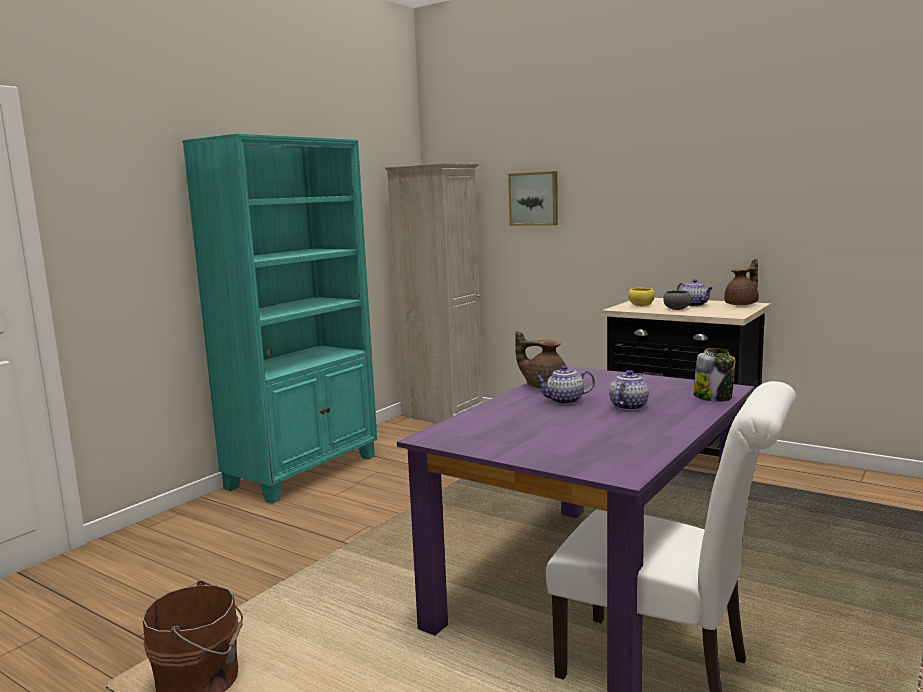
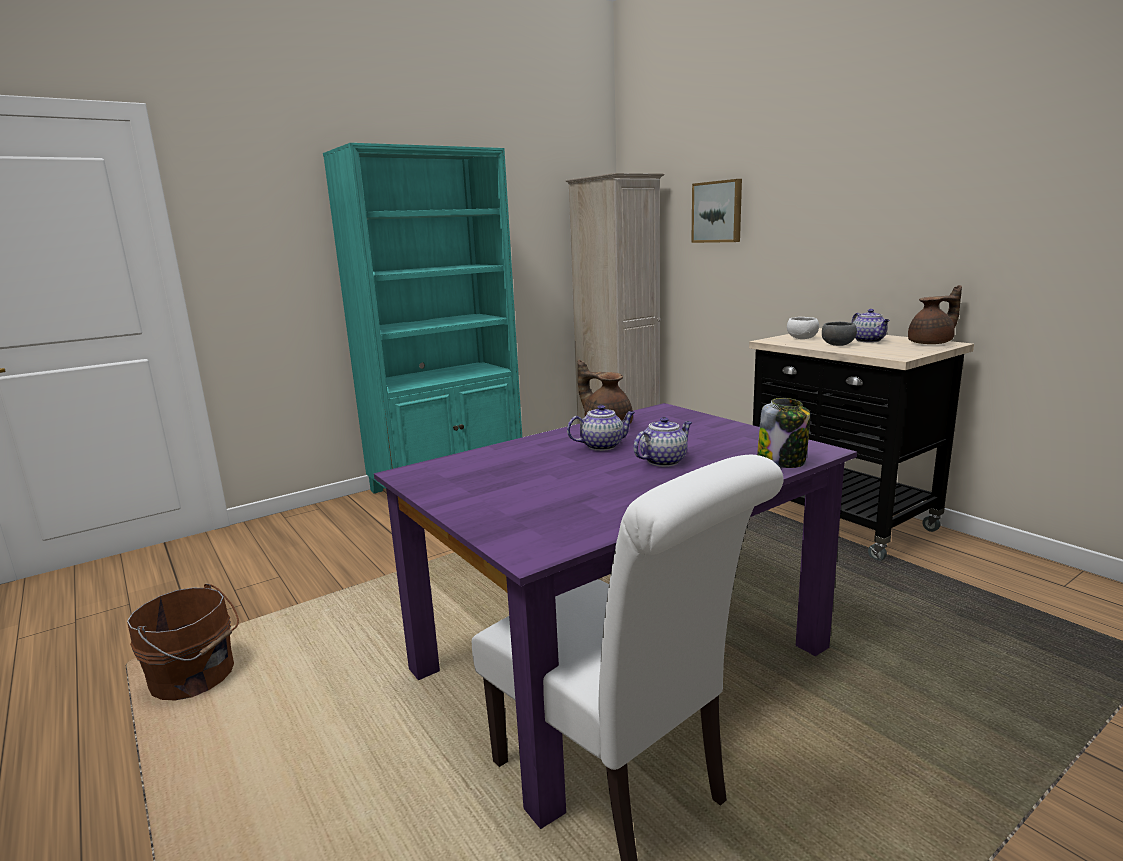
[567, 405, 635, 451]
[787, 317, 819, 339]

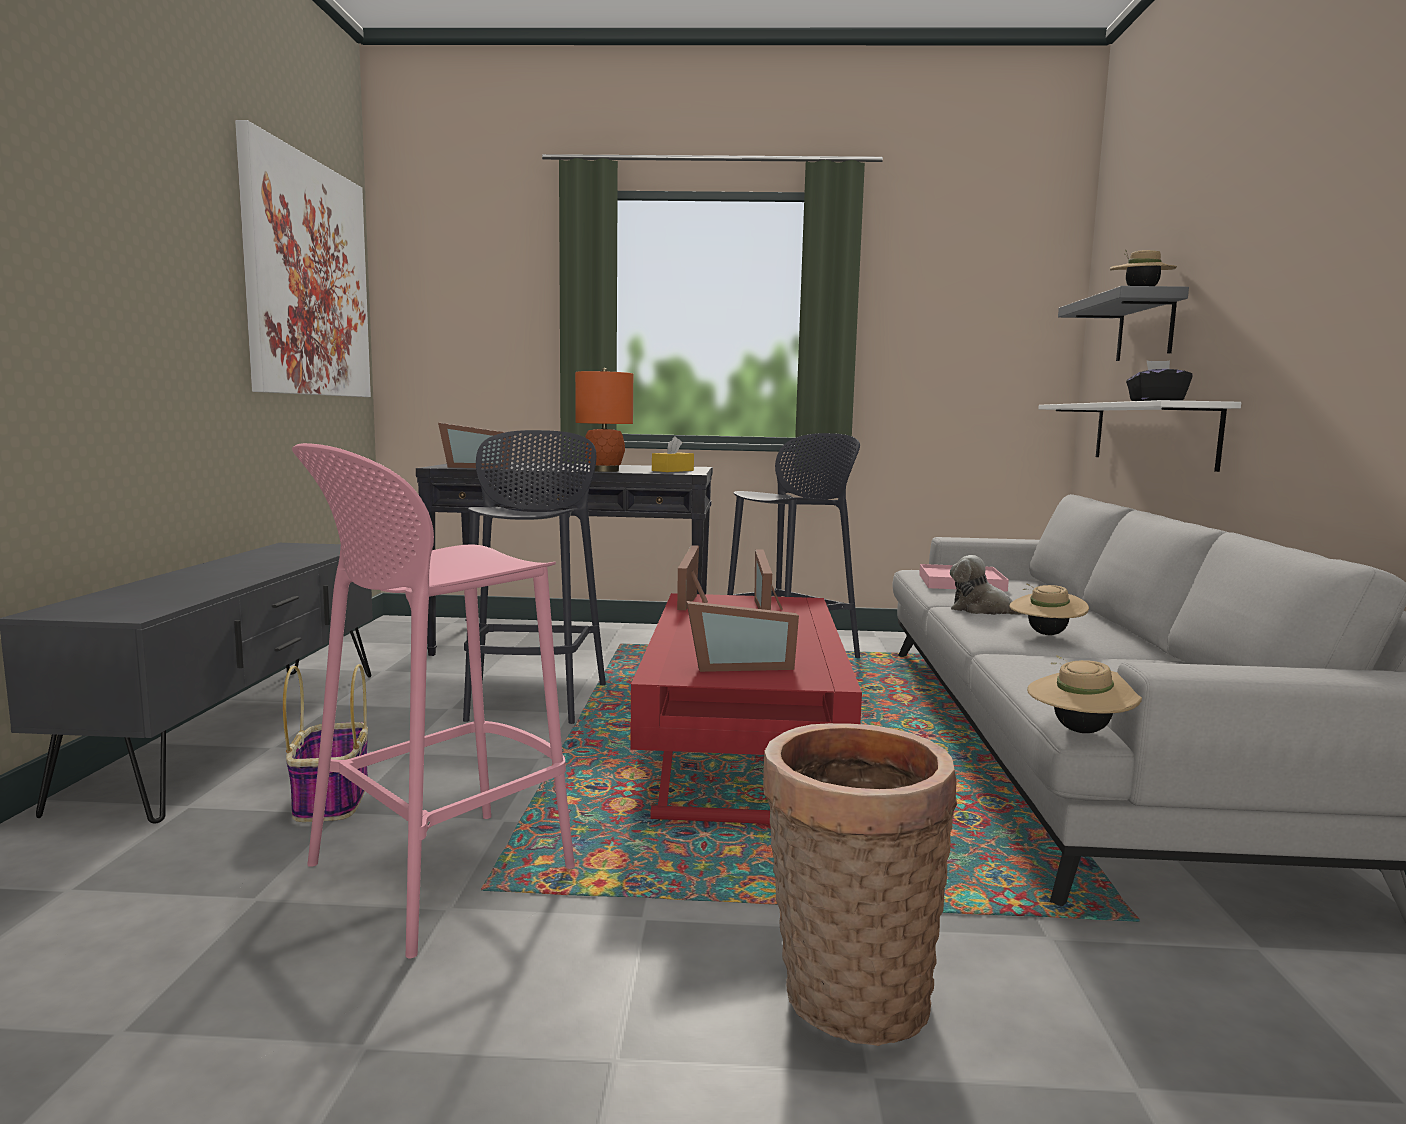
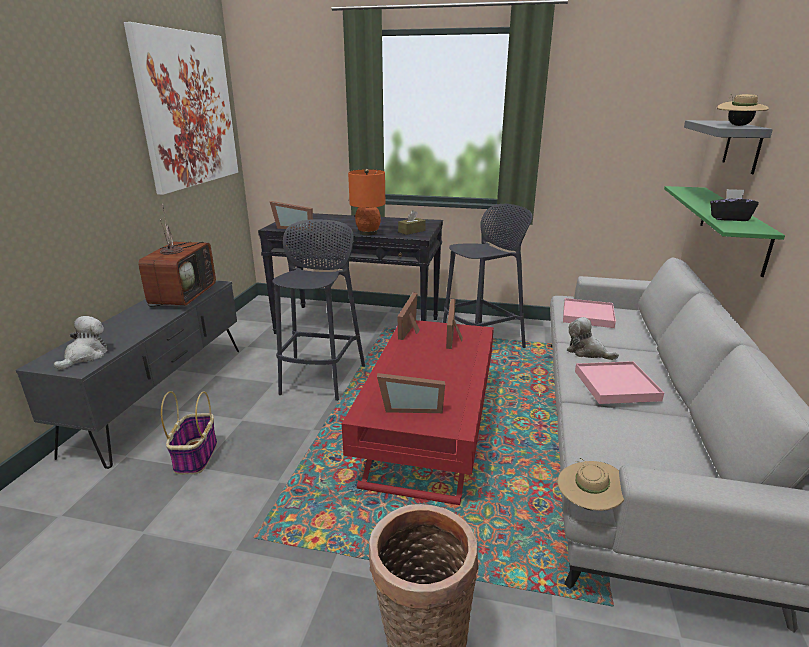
[292, 443, 575, 959] (first image)
[398, 210, 426, 235]
[575, 361, 664, 404]
[664, 186, 785, 277]
[54, 316, 108, 370]
[138, 204, 216, 307]

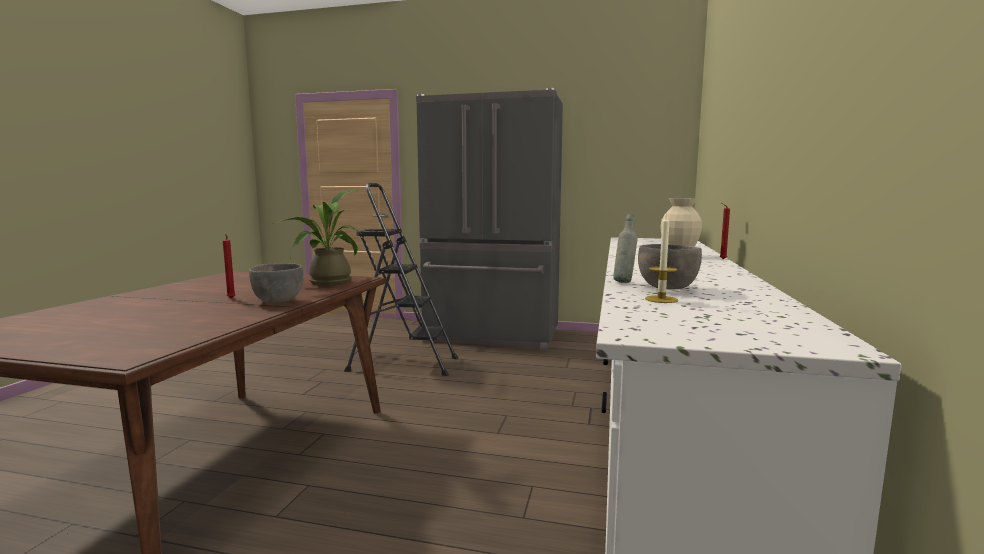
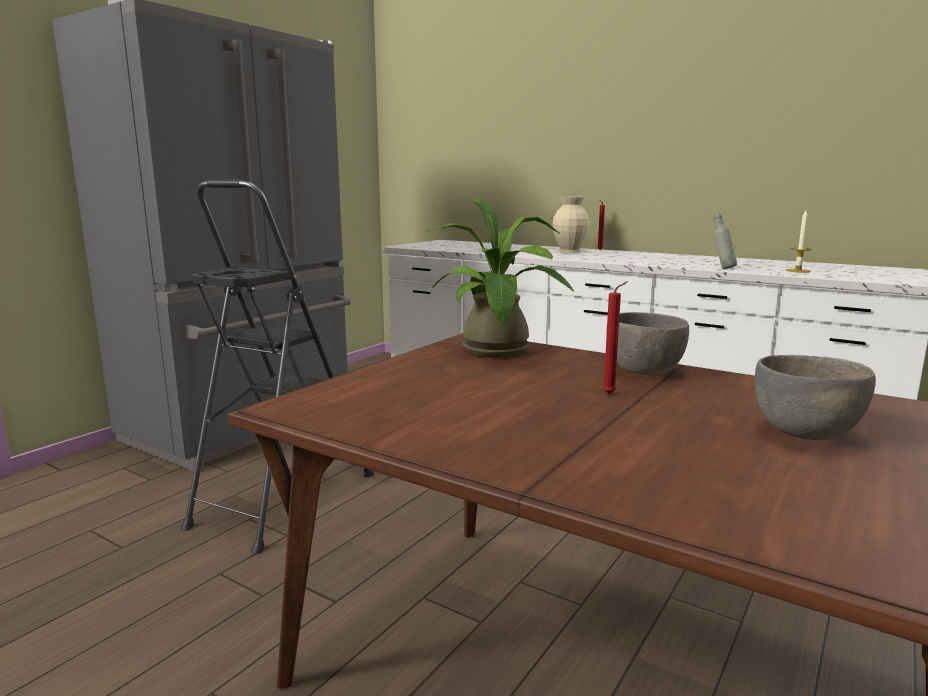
[755, 355, 876, 440]

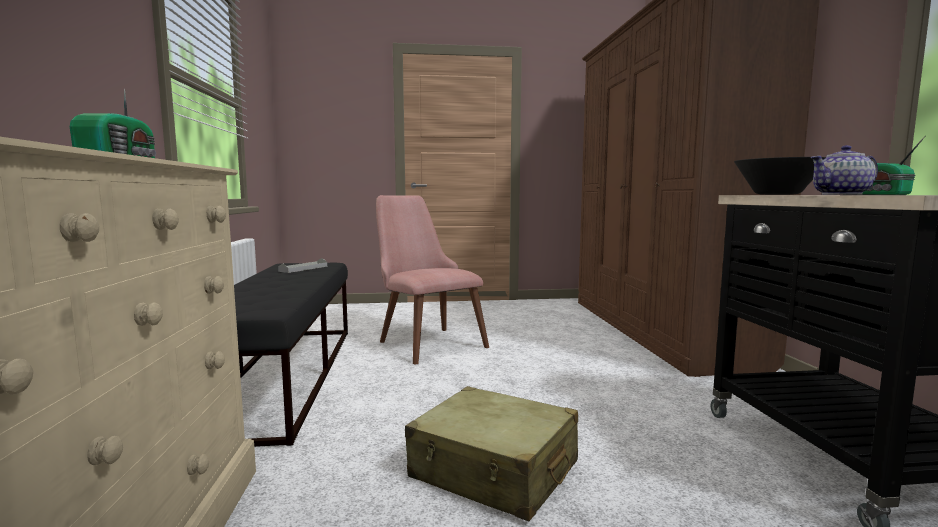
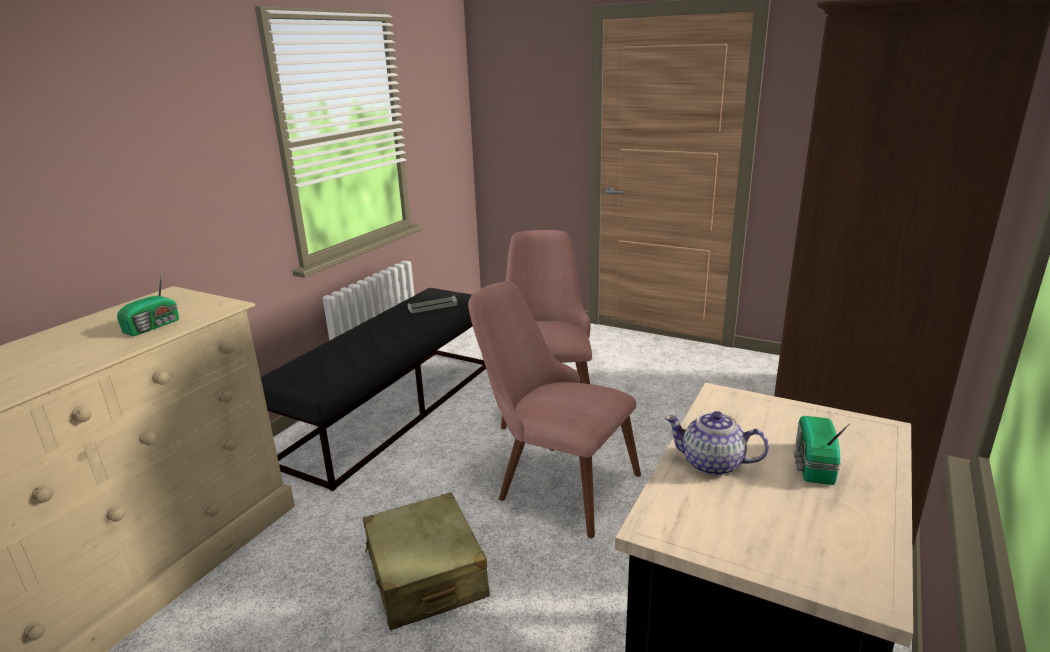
[734, 157, 826, 195] (first image)
[468, 281, 641, 538]

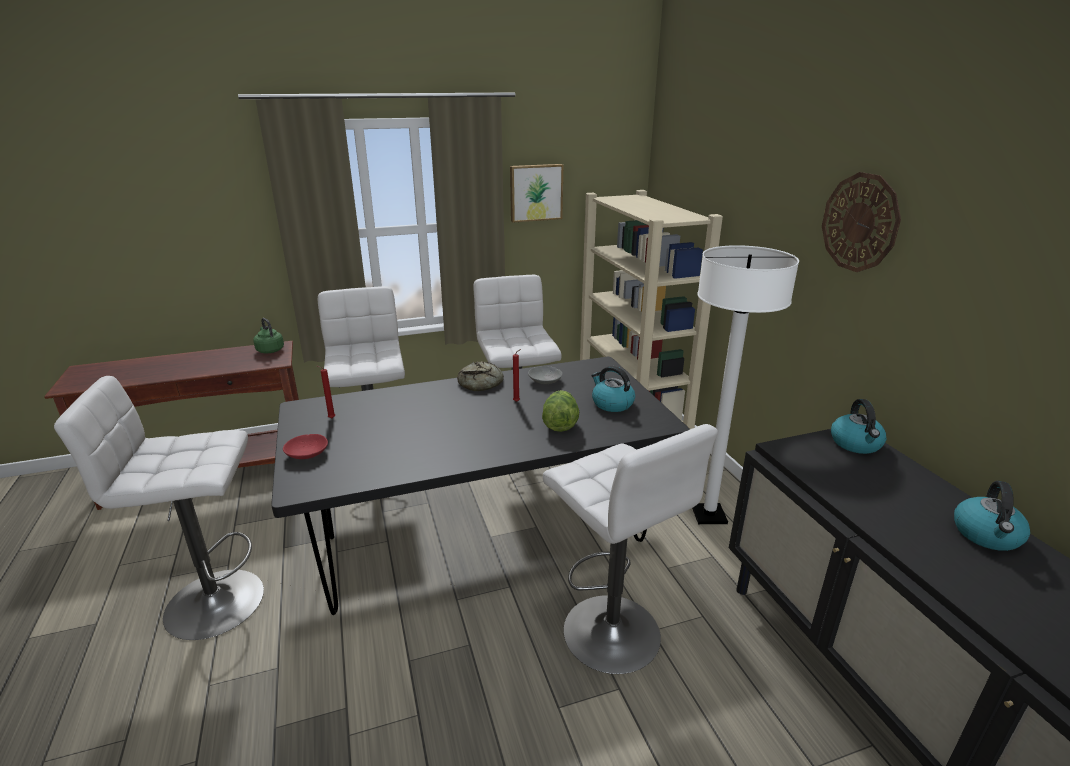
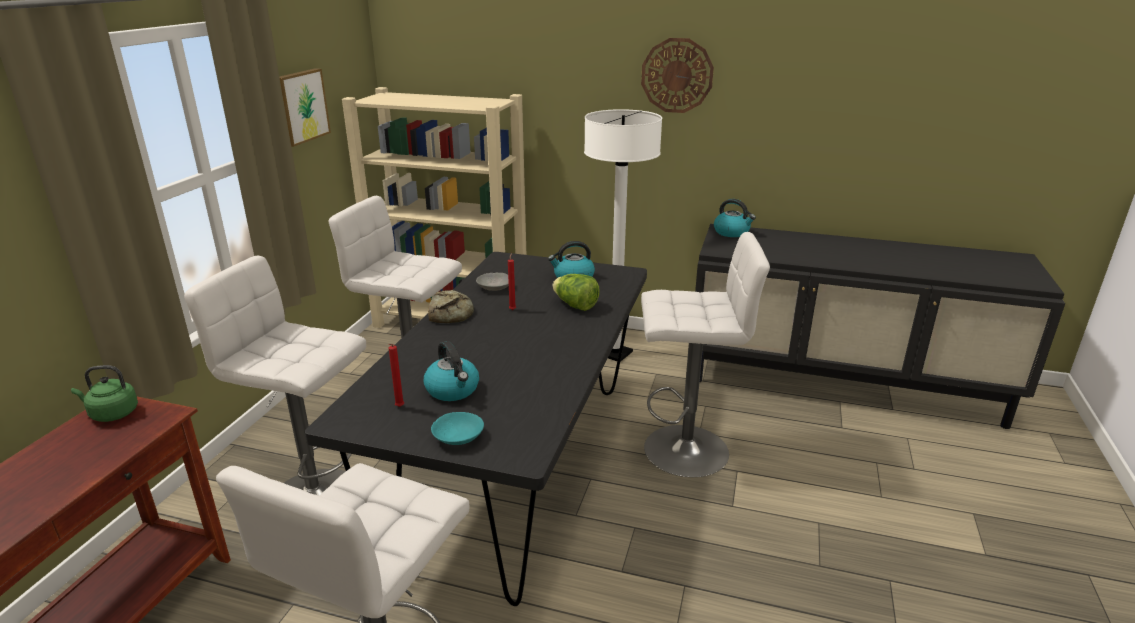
[431, 412, 484, 445]
[424, 341, 479, 401]

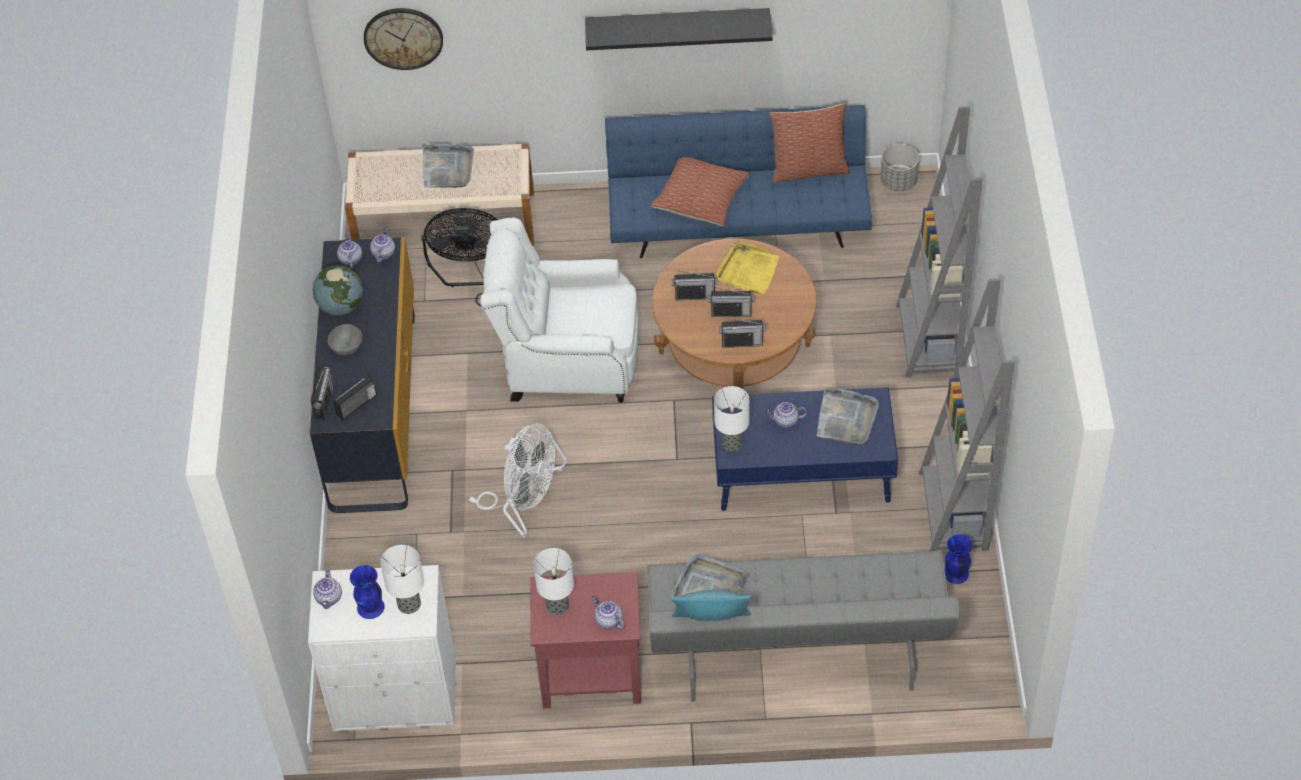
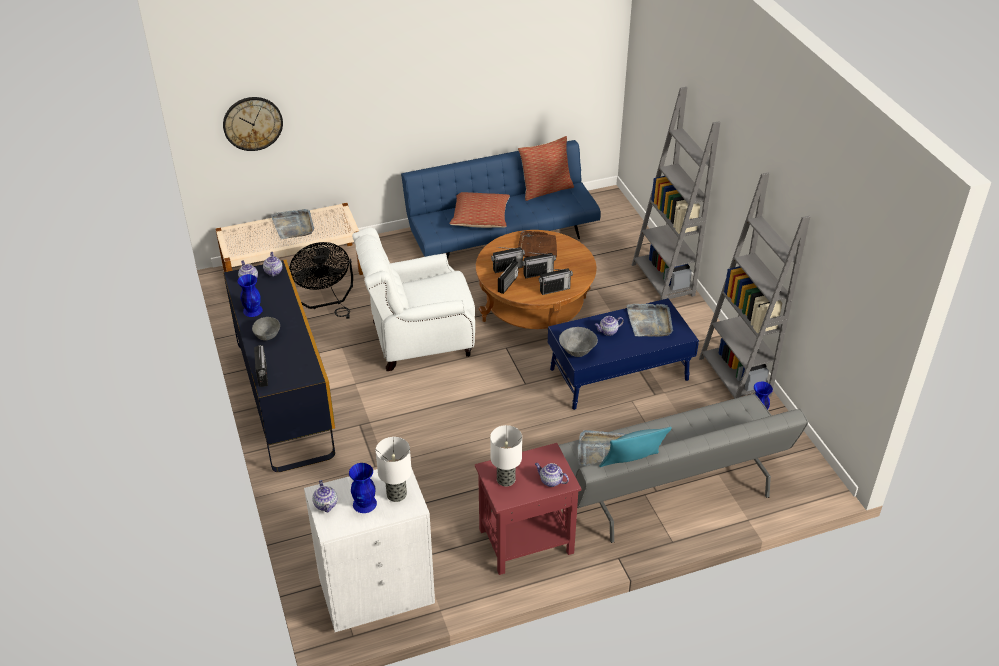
[237, 274, 263, 317]
[498, 261, 518, 294]
[468, 423, 567, 538] (first image)
[585, 8, 772, 50] (first image)
[559, 327, 598, 357]
[518, 231, 557, 258]
[880, 144, 919, 191] (first image)

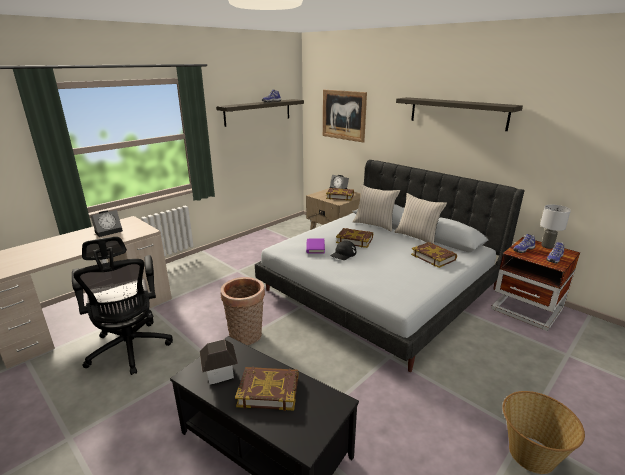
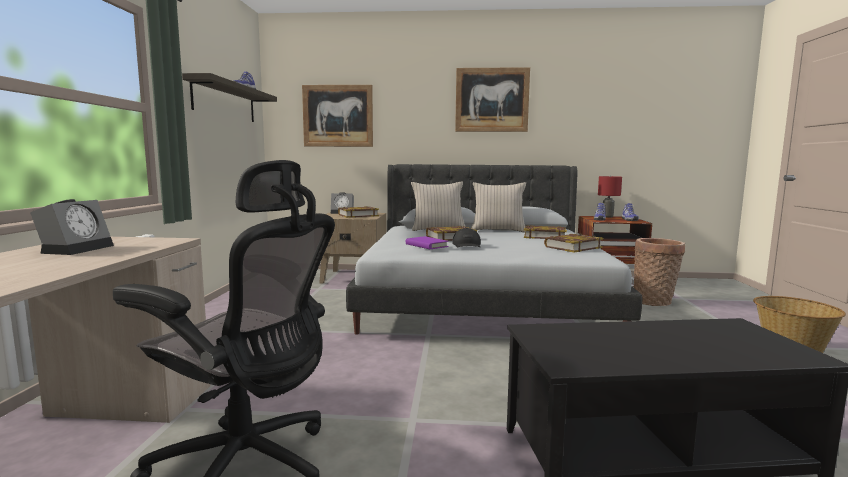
[200, 339, 238, 385] (first image)
[634, 238, 685, 306]
[544, 234, 603, 252]
[455, 67, 530, 132]
[598, 176, 622, 218]

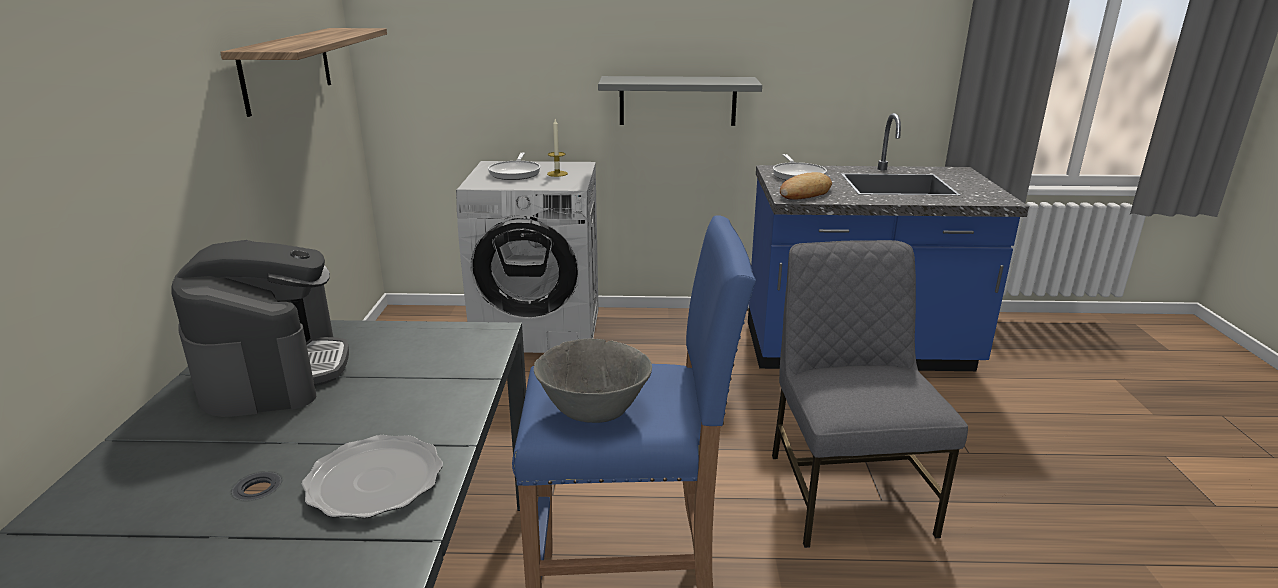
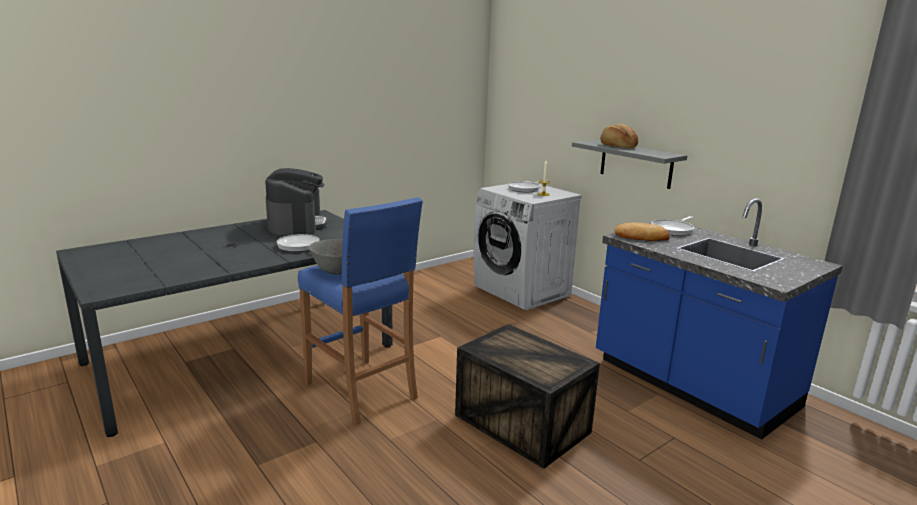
[265, 168, 328, 235]
[220, 28, 387, 117] (first image)
[302, 435, 443, 518] (first image)
[455, 324, 600, 469]
[277, 234, 320, 252]
[600, 124, 638, 148]

